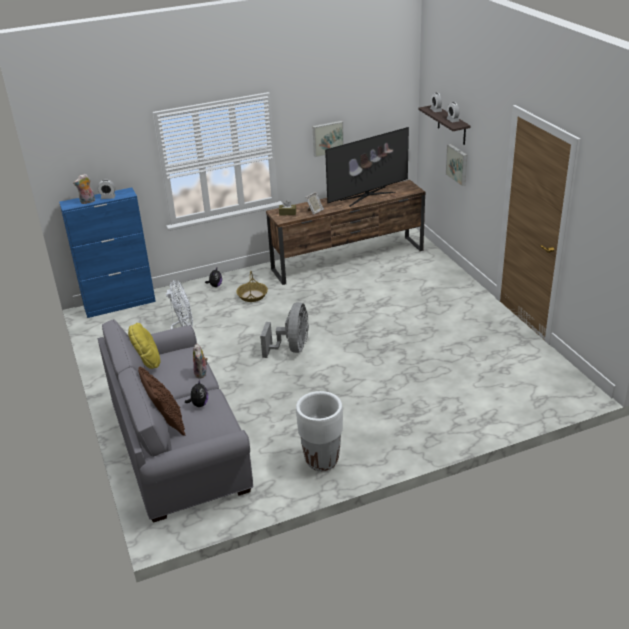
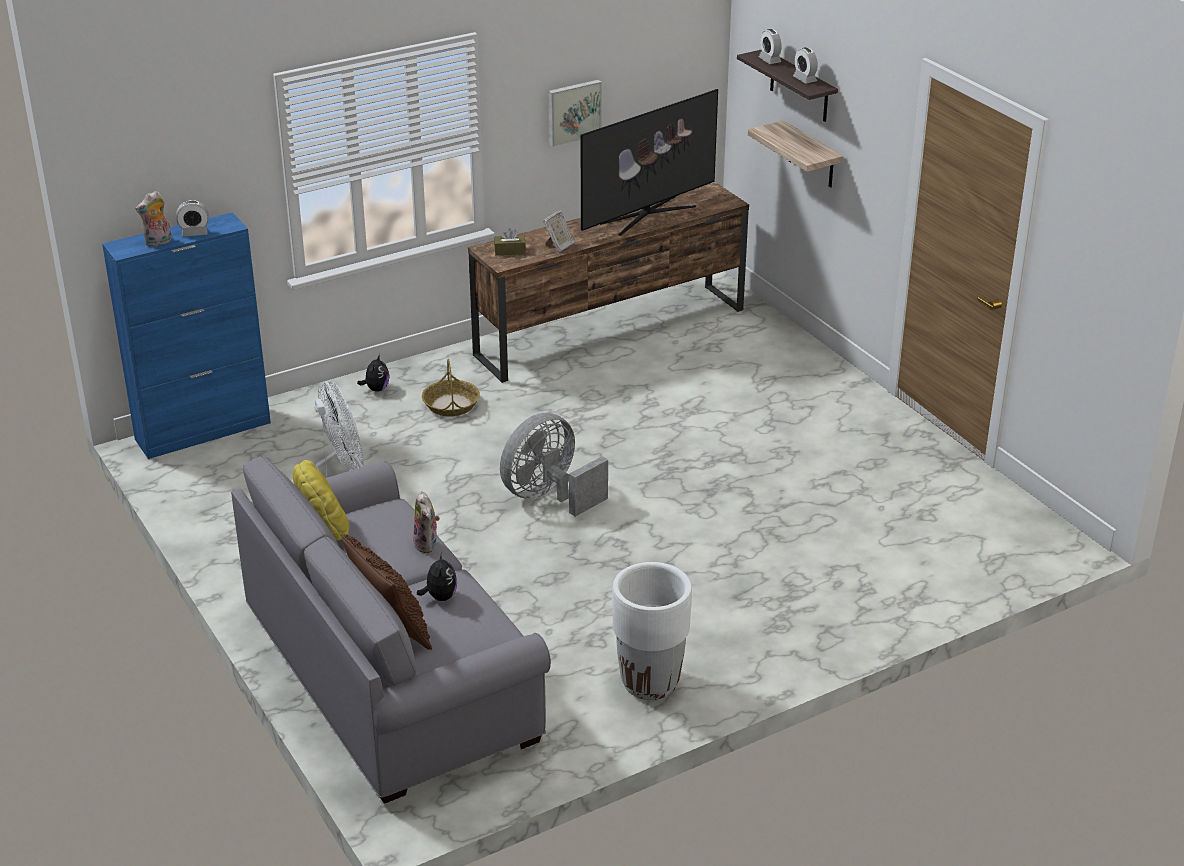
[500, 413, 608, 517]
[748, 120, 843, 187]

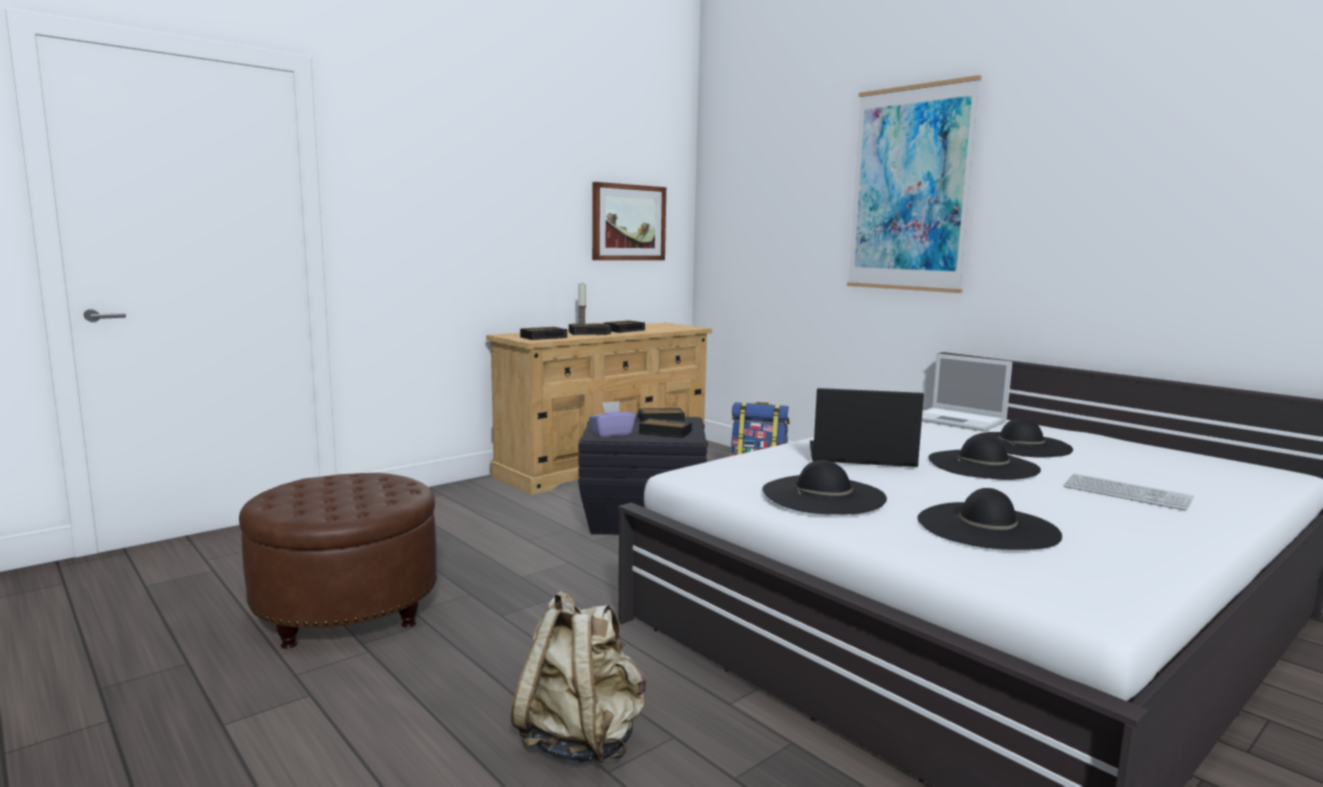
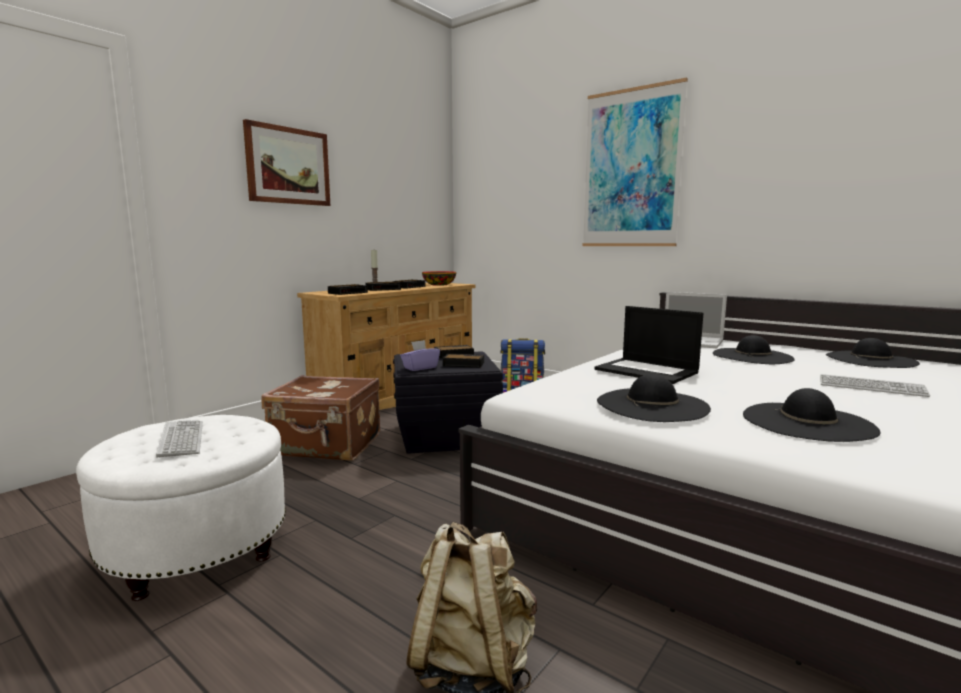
[76, 415, 286, 601]
[243, 119, 330, 206]
[594, 306, 703, 384]
[826, 338, 920, 368]
[156, 420, 203, 458]
[261, 375, 380, 461]
[422, 271, 456, 286]

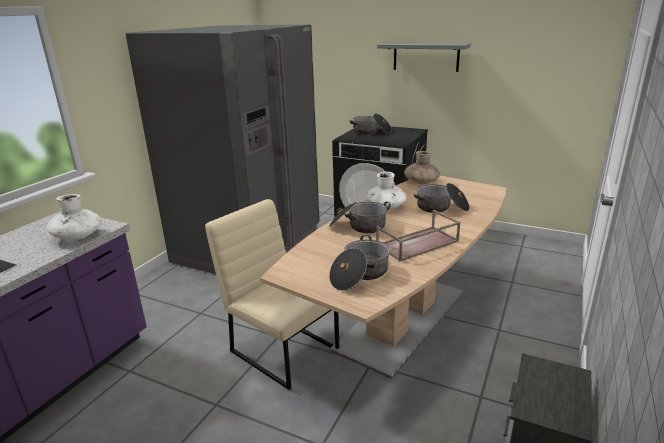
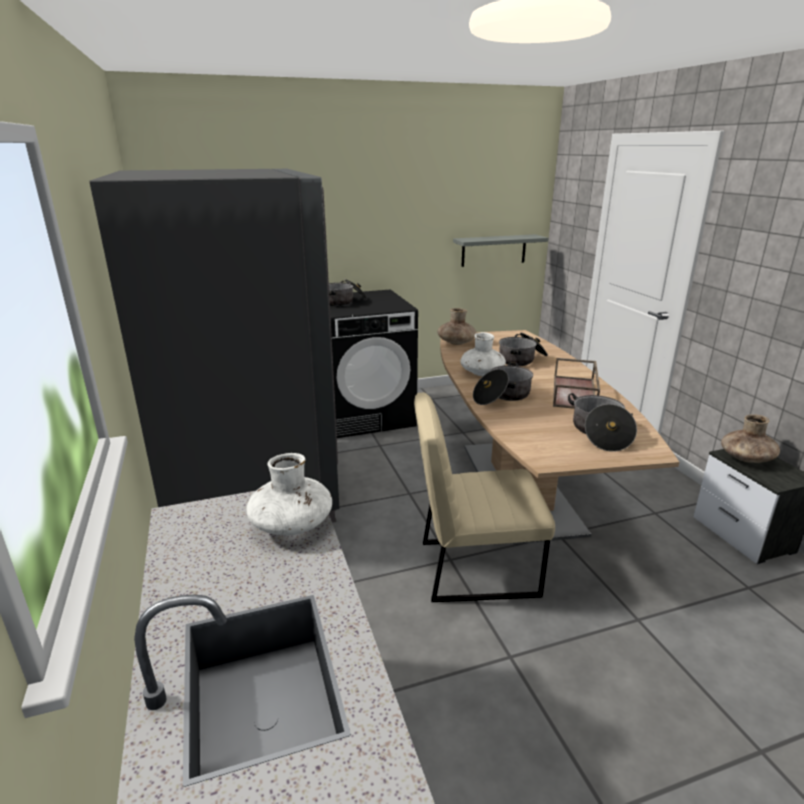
[453, 234, 548, 267]
[721, 414, 780, 463]

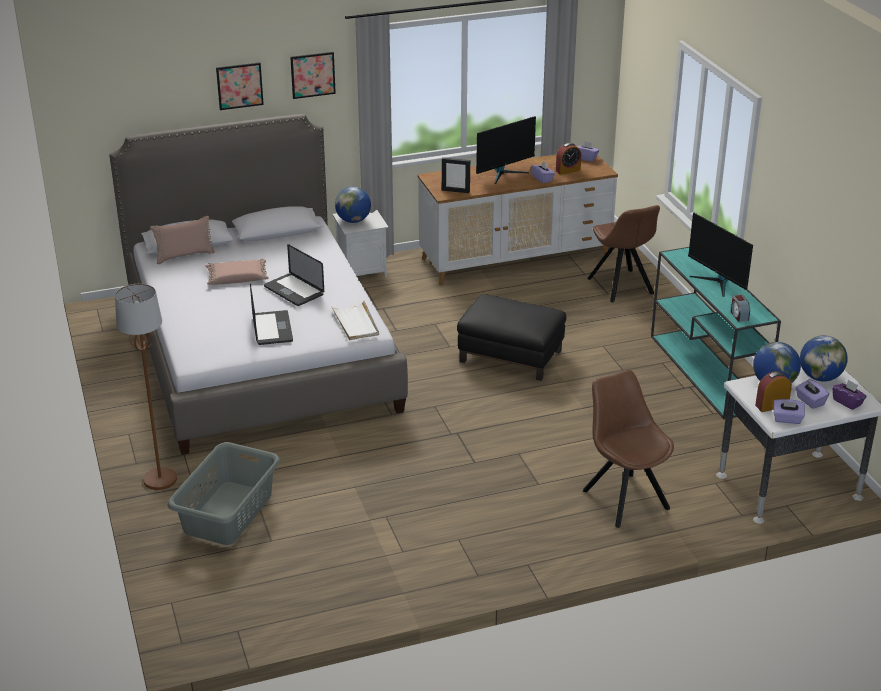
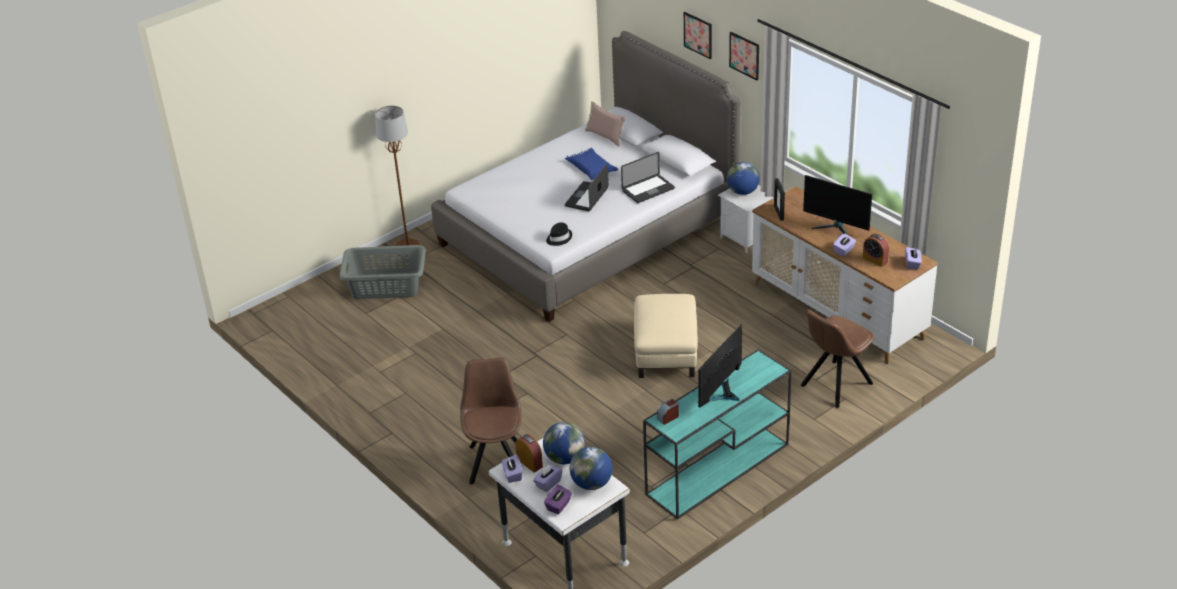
[565, 148, 618, 180]
[621, 152, 675, 203]
[546, 222, 572, 246]
[634, 294, 698, 378]
[460, 357, 522, 485]

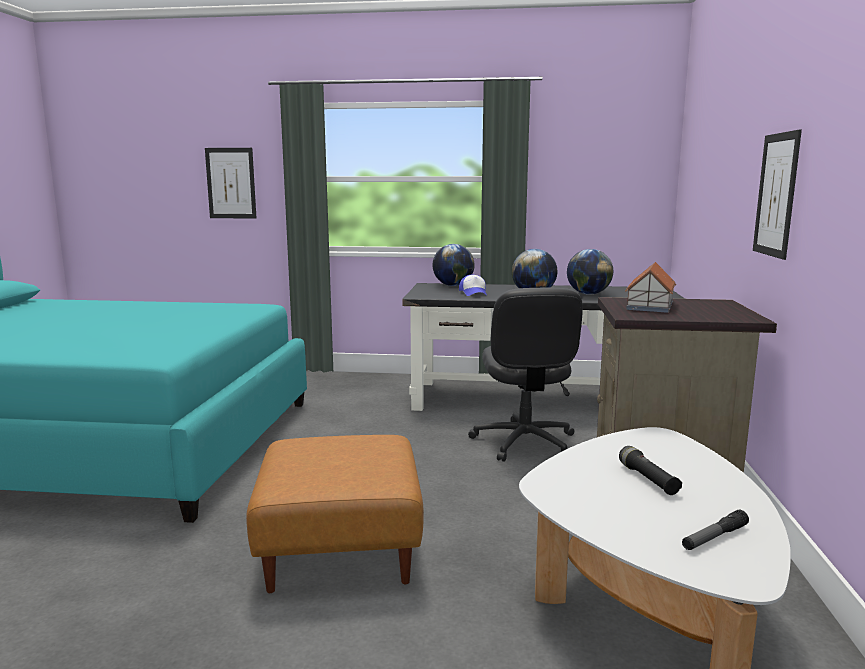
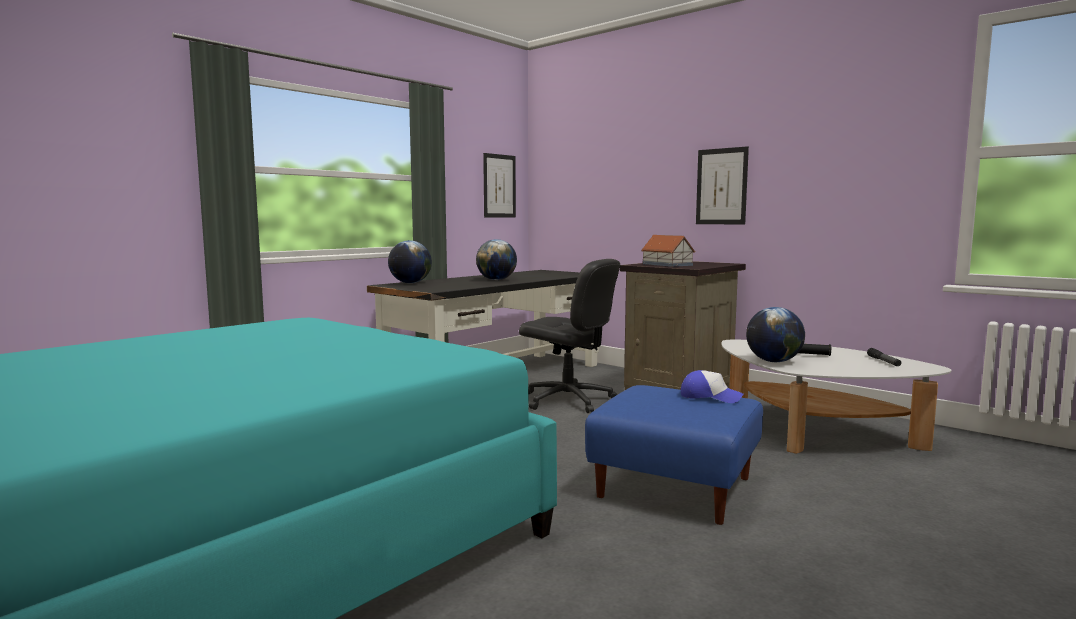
[483, 153, 516, 217]
[585, 385, 763, 525]
[681, 370, 743, 403]
[746, 307, 805, 362]

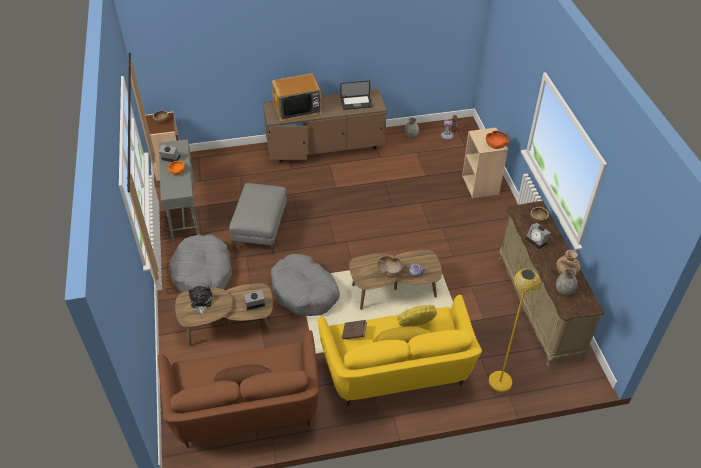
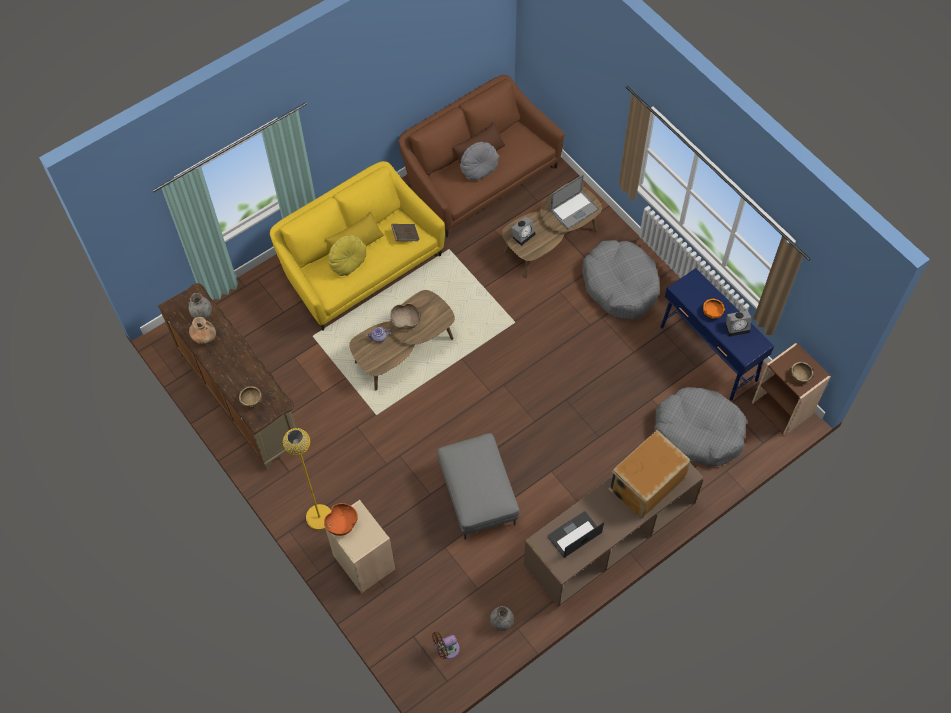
[660, 268, 774, 401]
[550, 175, 599, 229]
[437, 433, 520, 540]
[654, 387, 747, 466]
[283, 428, 331, 530]
[525, 223, 551, 249] (first image)
[460, 142, 499, 181]

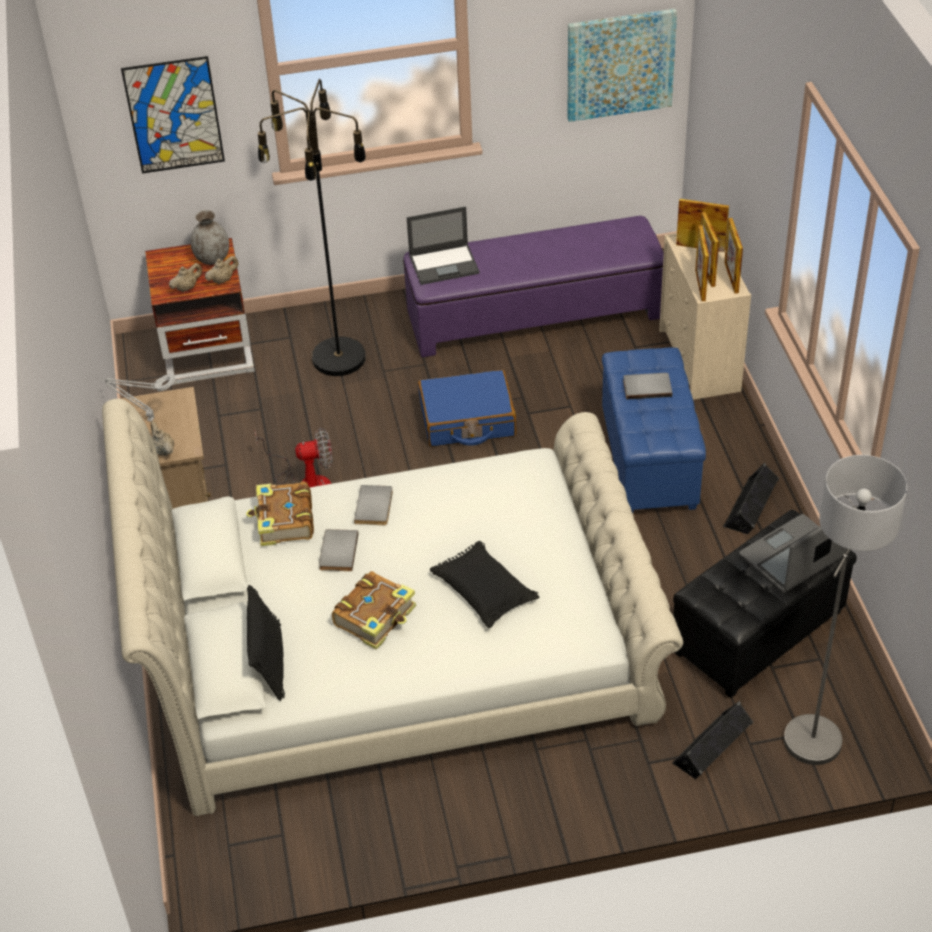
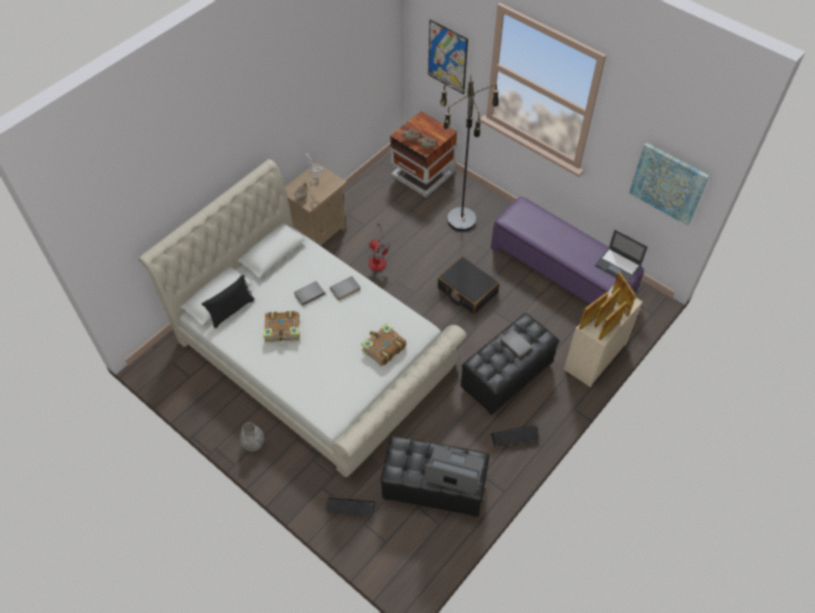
[239, 422, 265, 451]
[361, 323, 406, 366]
[595, 230, 648, 283]
[437, 256, 500, 315]
[430, 541, 540, 628] (first image)
[461, 313, 559, 415]
[784, 455, 907, 765] (first image)

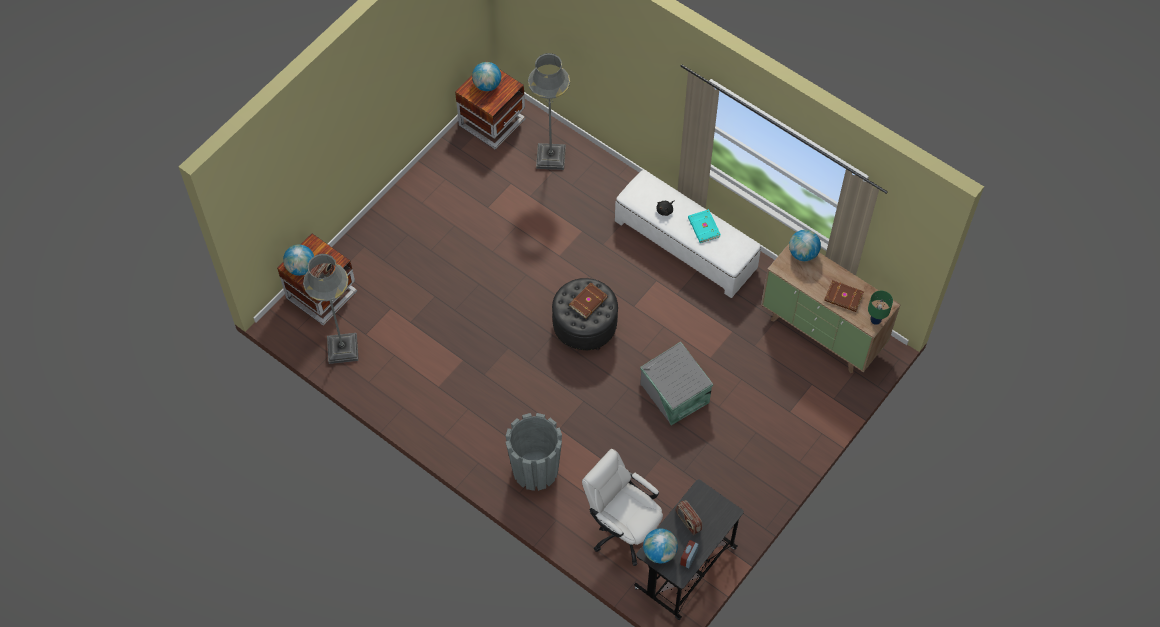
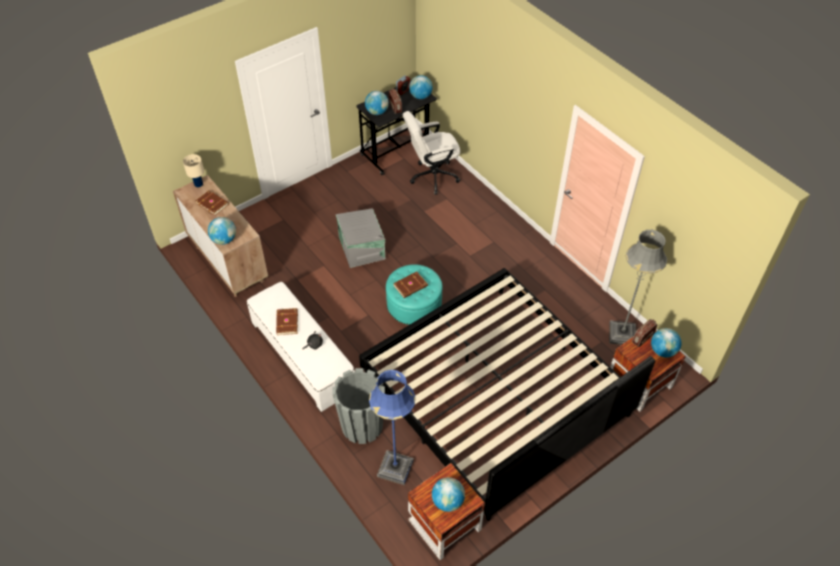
[332, 368, 385, 444]
[369, 370, 416, 485]
[386, 264, 443, 325]
[403, 111, 460, 195]
[276, 308, 298, 335]
[183, 154, 204, 187]
[359, 268, 655, 521]
[365, 91, 389, 115]

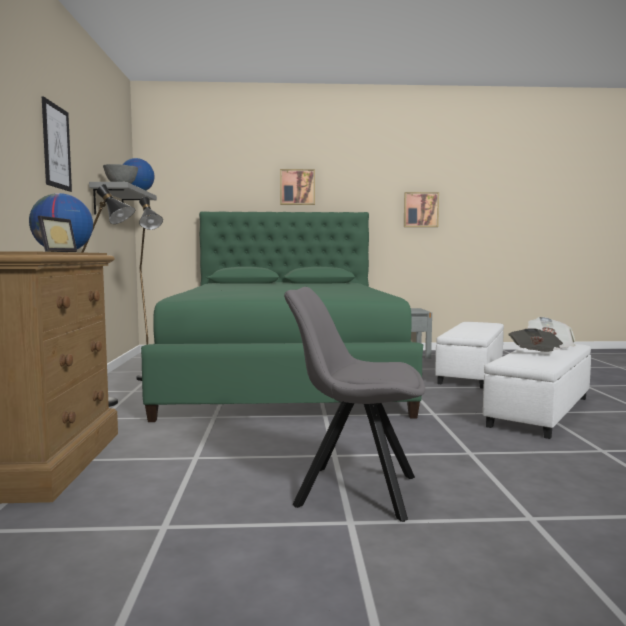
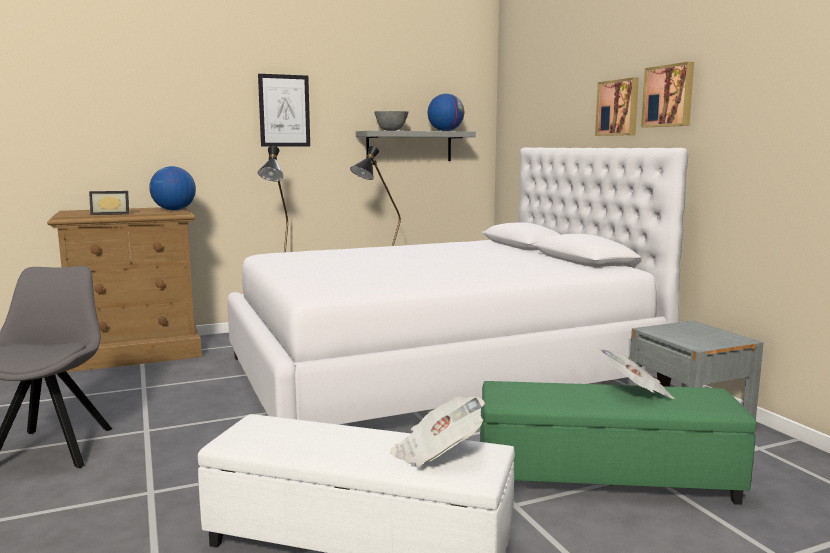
[227, 147, 688, 425]
[641, 62, 694, 127]
[480, 381, 757, 505]
[599, 349, 675, 399]

